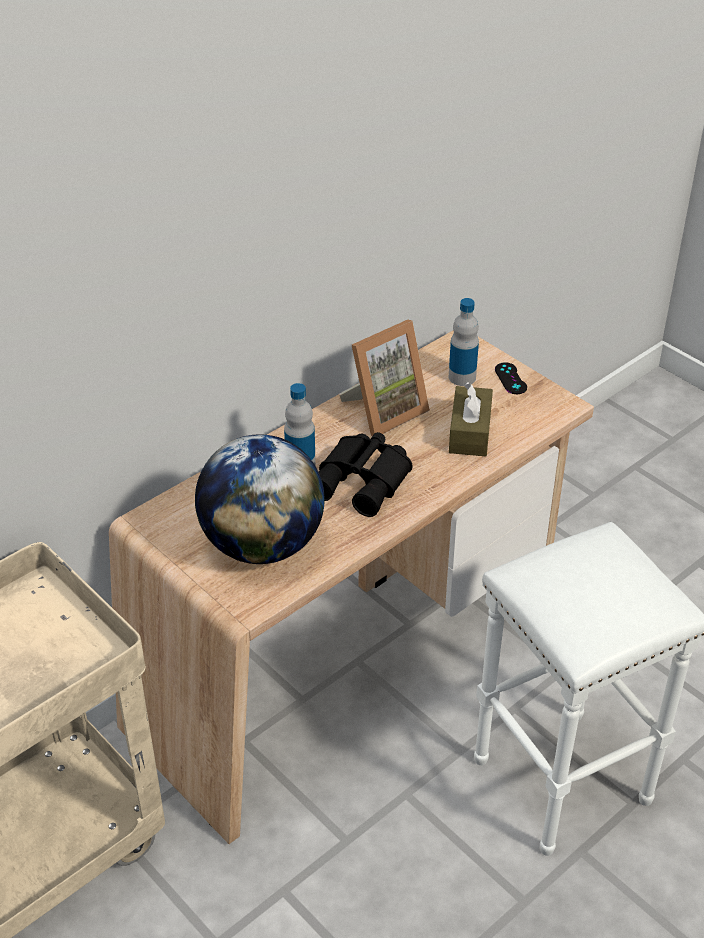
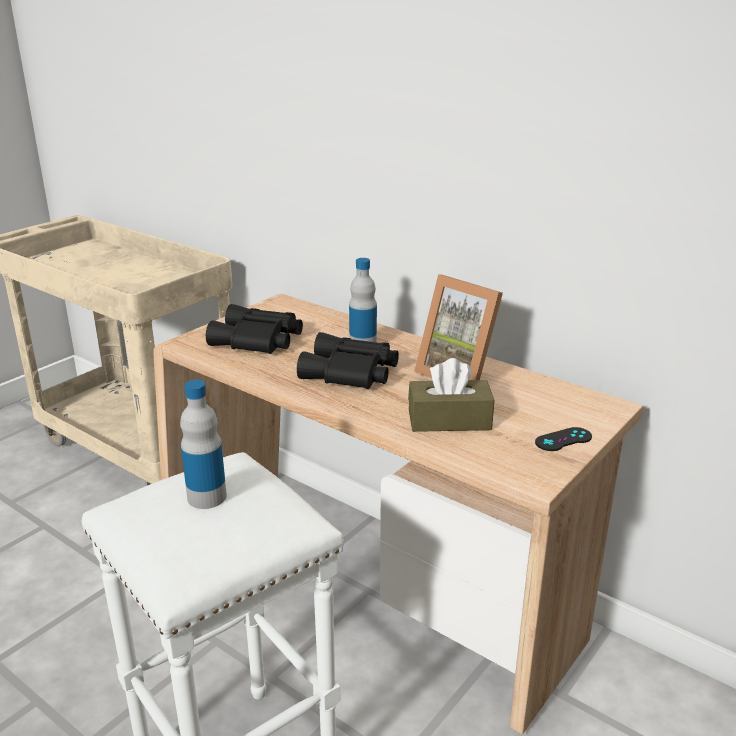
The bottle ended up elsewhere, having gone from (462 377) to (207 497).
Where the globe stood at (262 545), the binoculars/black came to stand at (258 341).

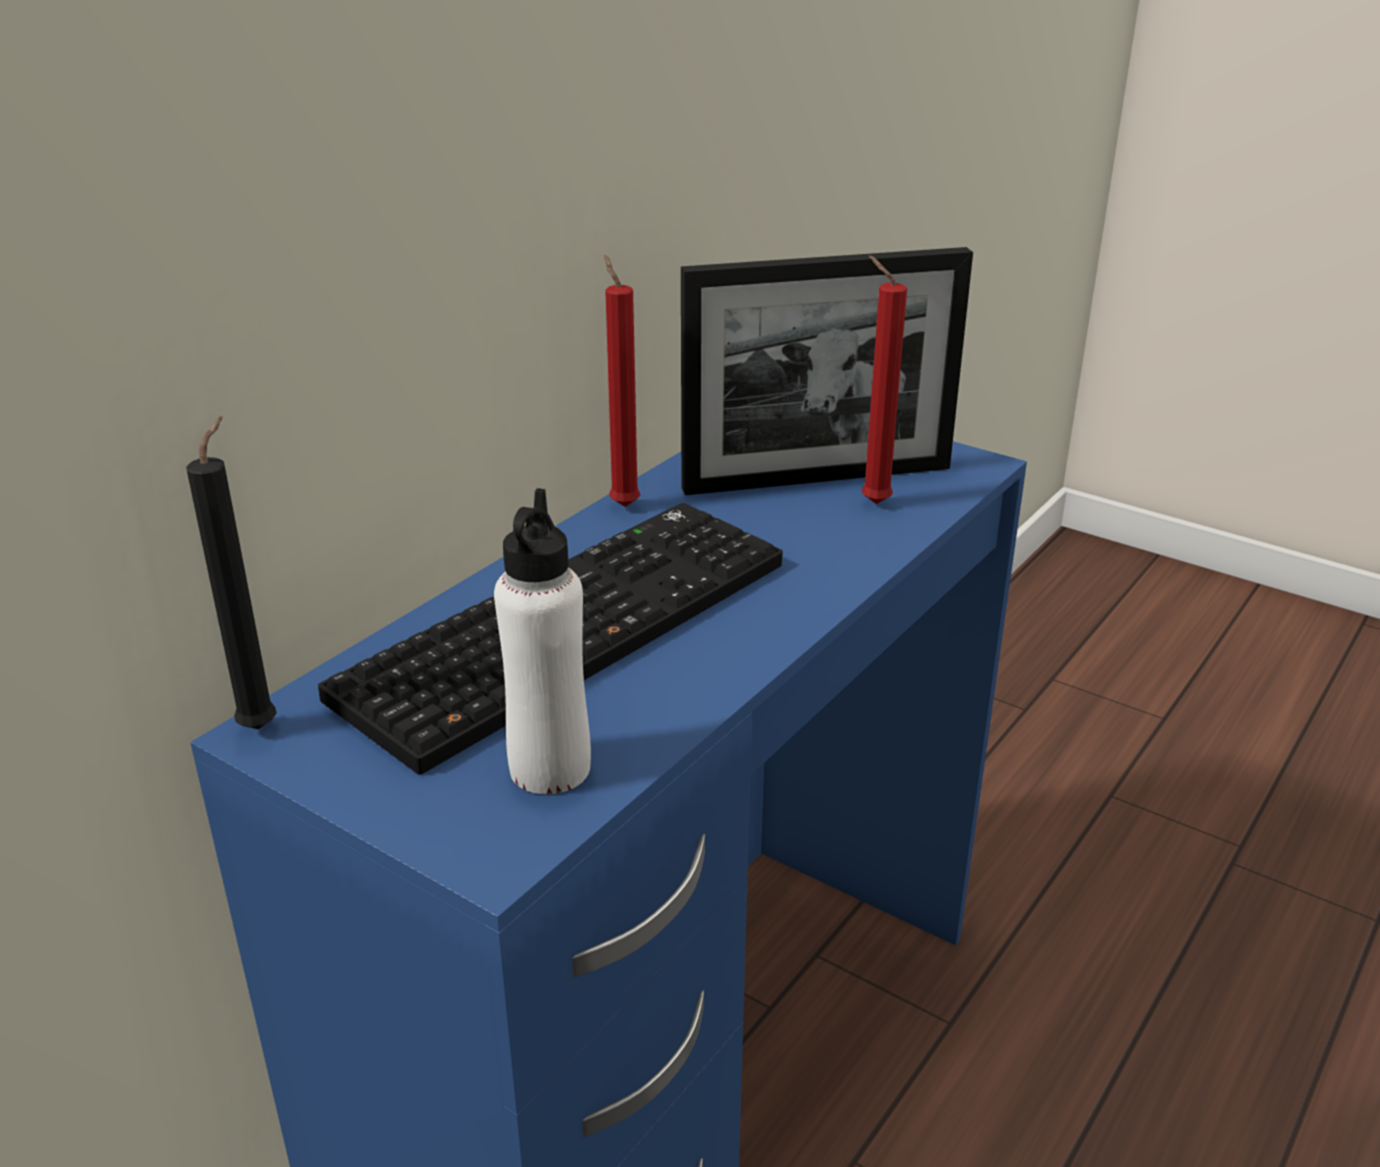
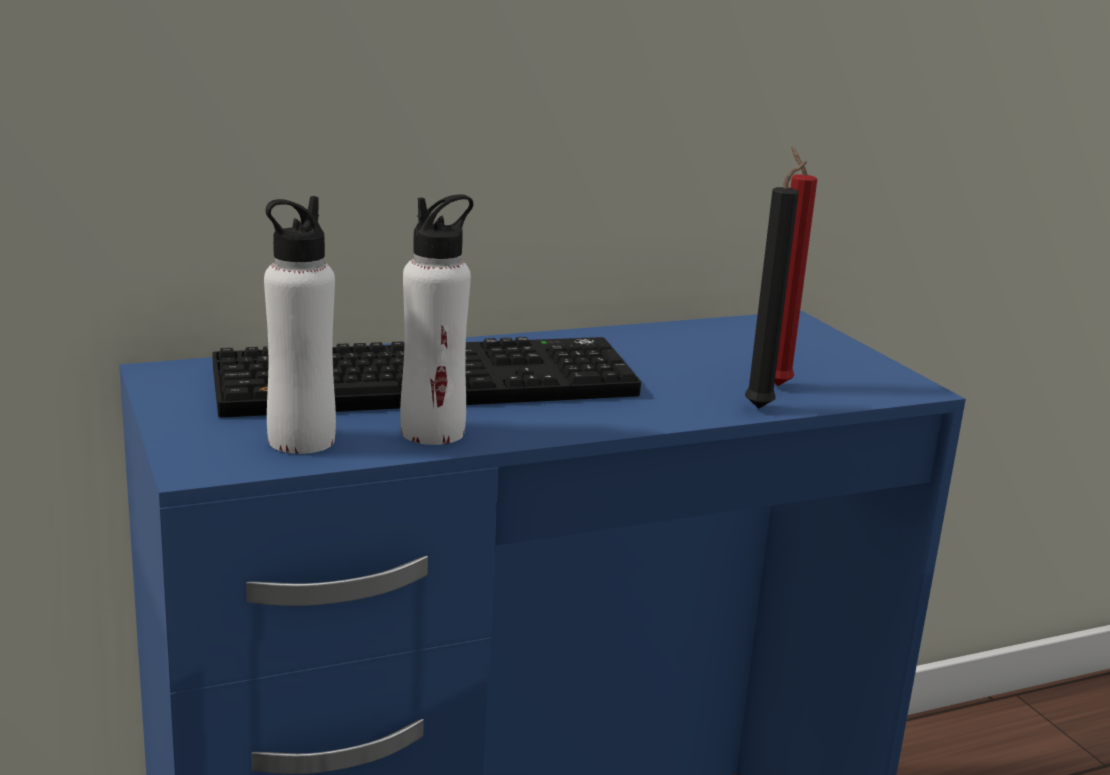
The second view gained the bottle/white at (433 432).
The candle/black ended up elsewhere, having gone from (263 725) to (762 407).
The second view lost the candle/red at (622 504).
The second view lost the picture frame at (817 478).

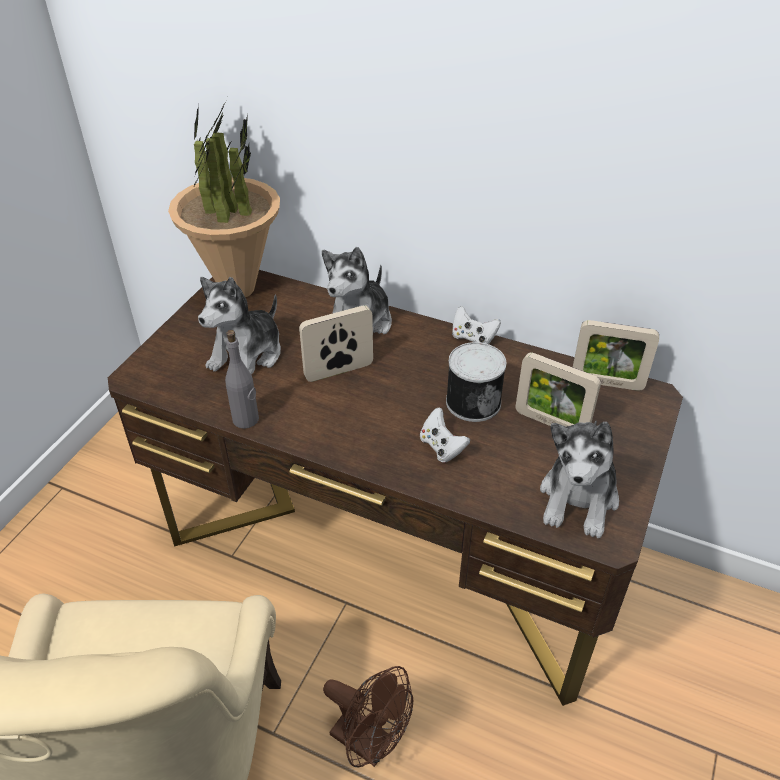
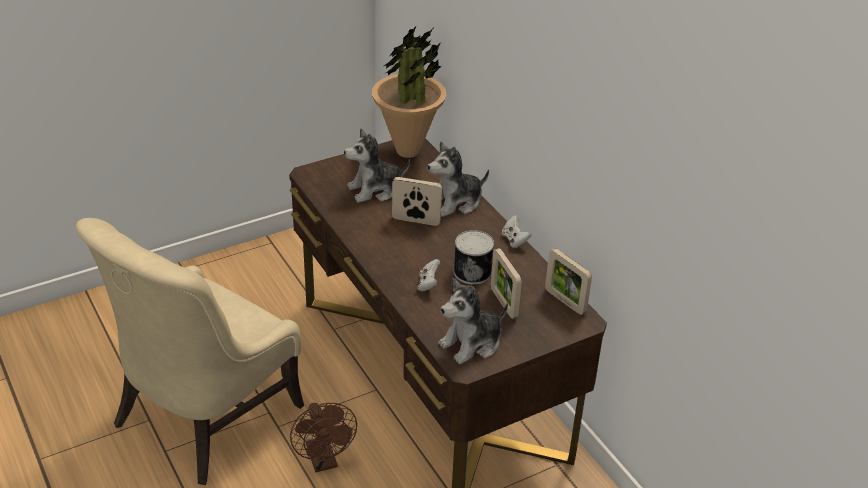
The second view lost the bottle/grey at (246 419).

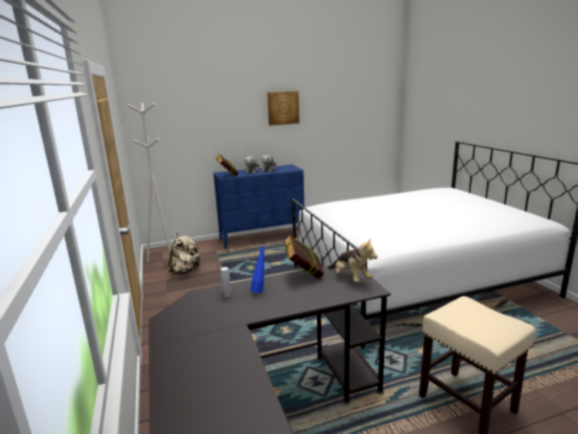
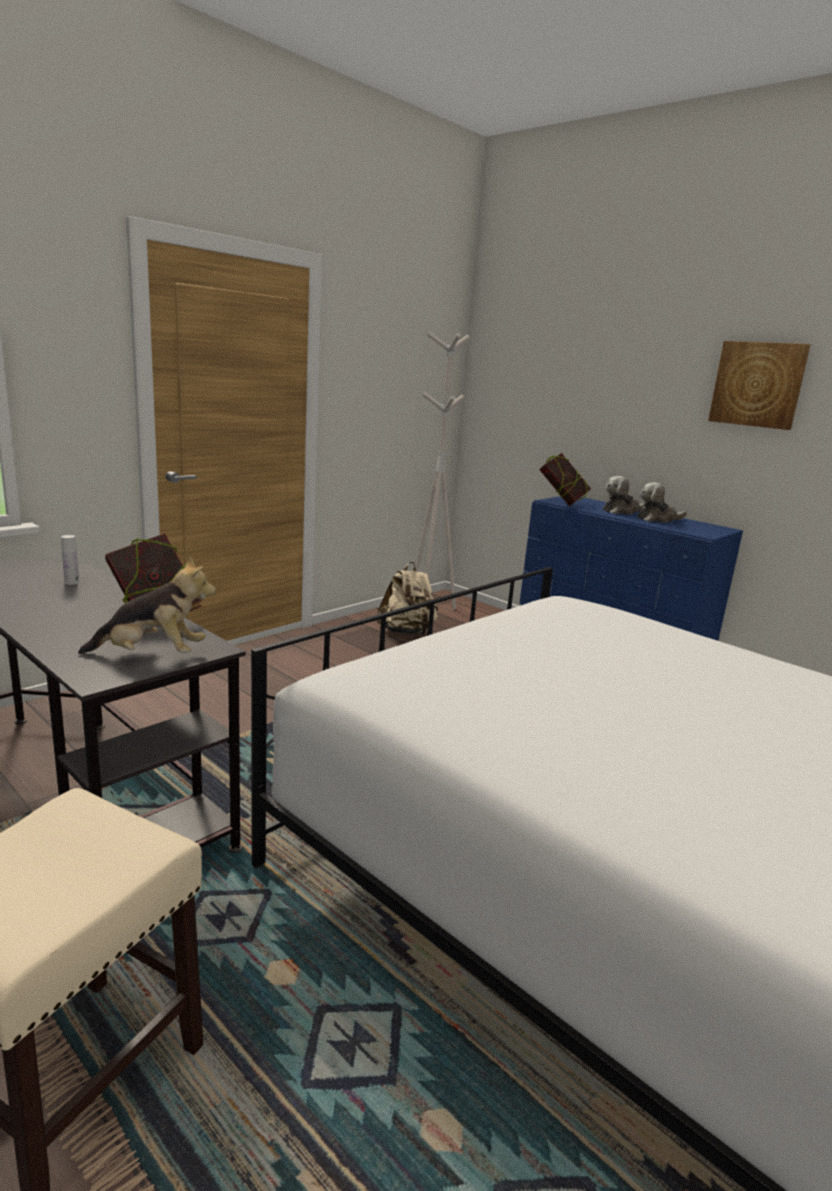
The plush toy at (350 278) ended up facing another way, 120 degrees counterclockwise from before.
The second view lost the bottle/blue at (260 290).

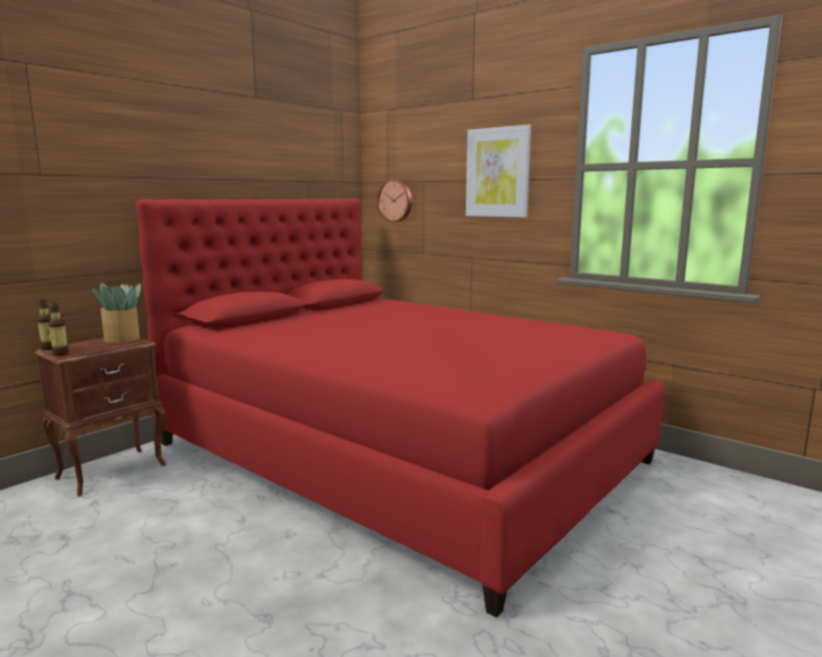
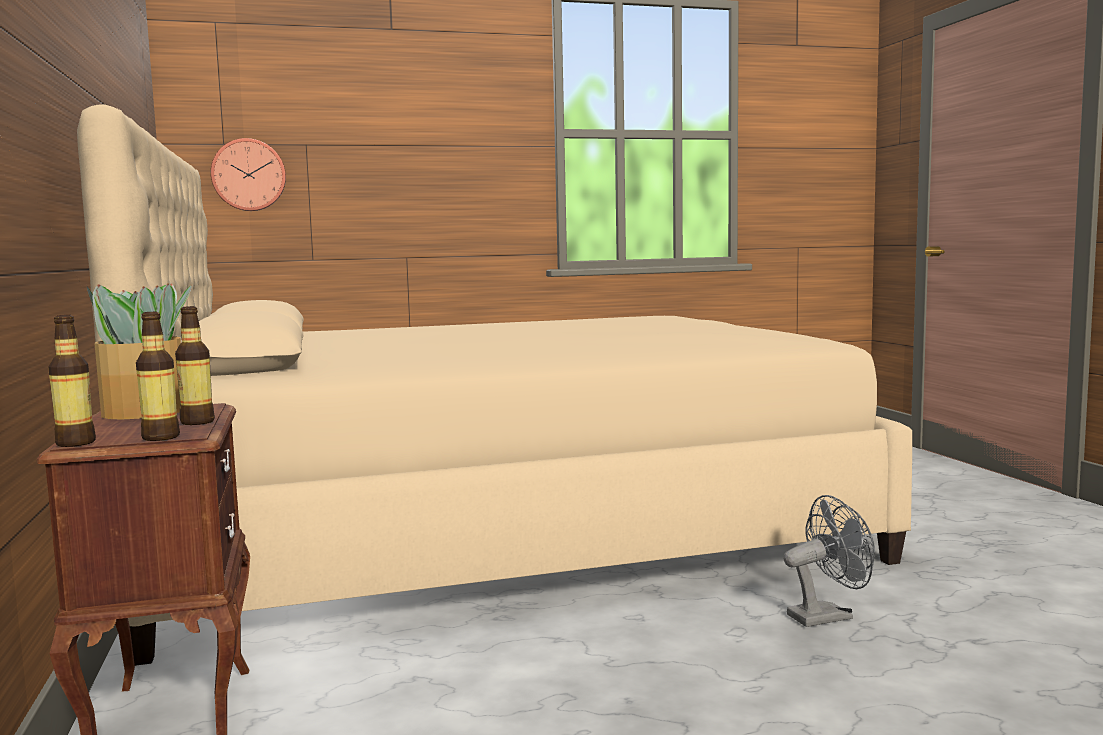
What was the bed/red at (397 452) turned into the bed/beige at (500 528).
The second view gained the bottle at (197 422).
The second view gained the fan/grey at (827 616).
The second view lost the picture at (497 172).

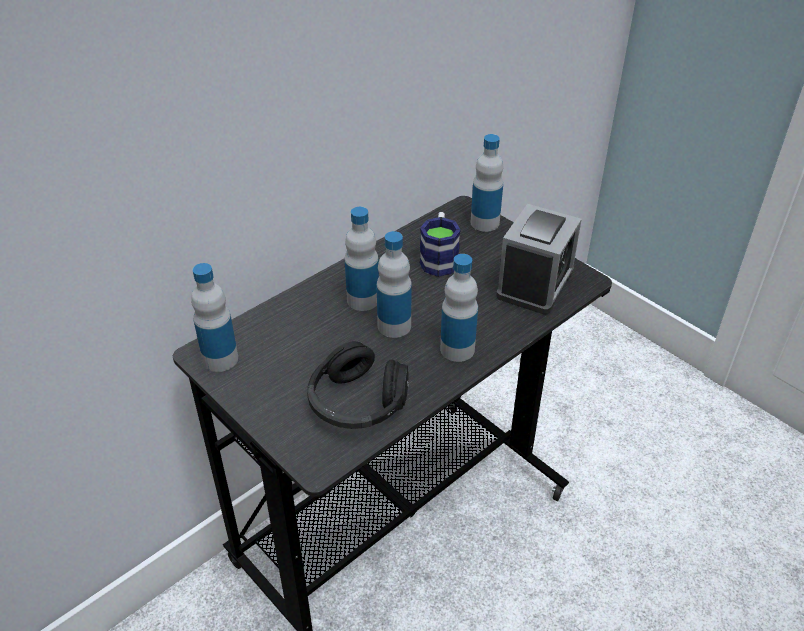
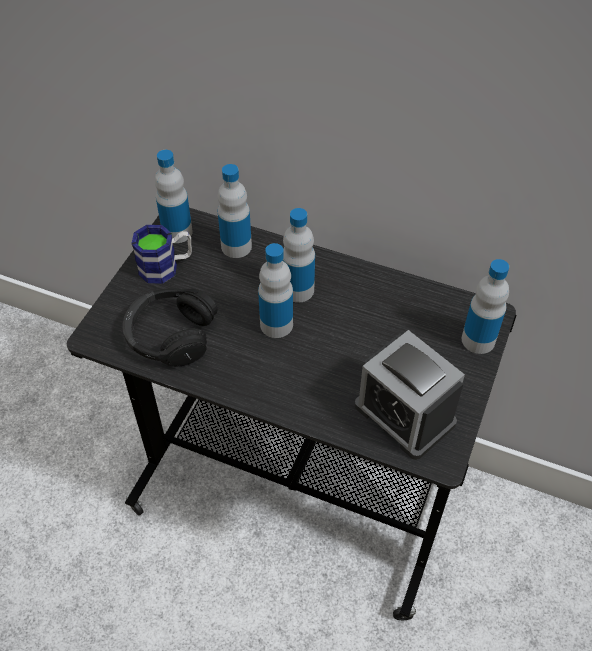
The mug ended up elsewhere, having gone from (439 258) to (166 267).
The bottle ended up elsewhere, having gone from (457 349) to (236 246).
The alarm clock at (535 284) ended up facing another way, 45 degrees clockwise from before.

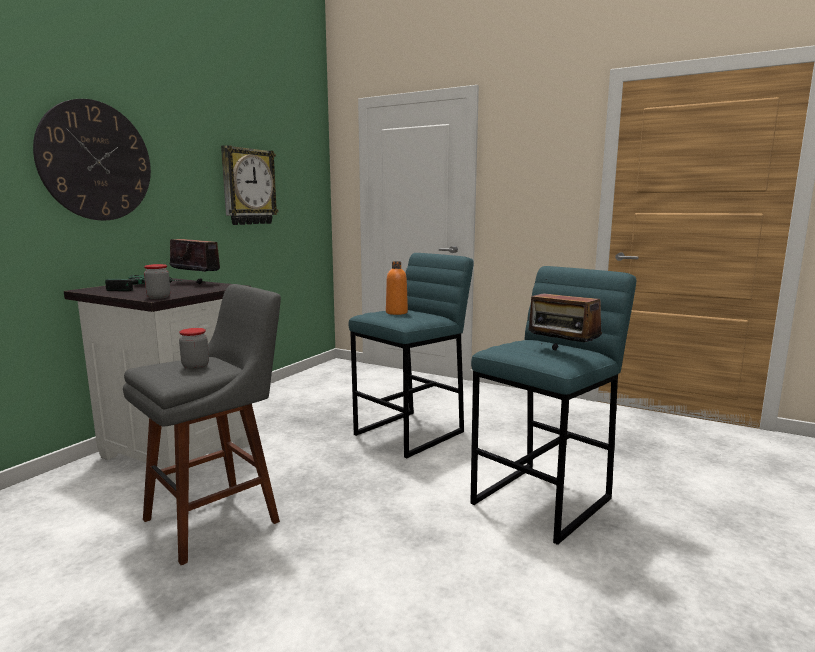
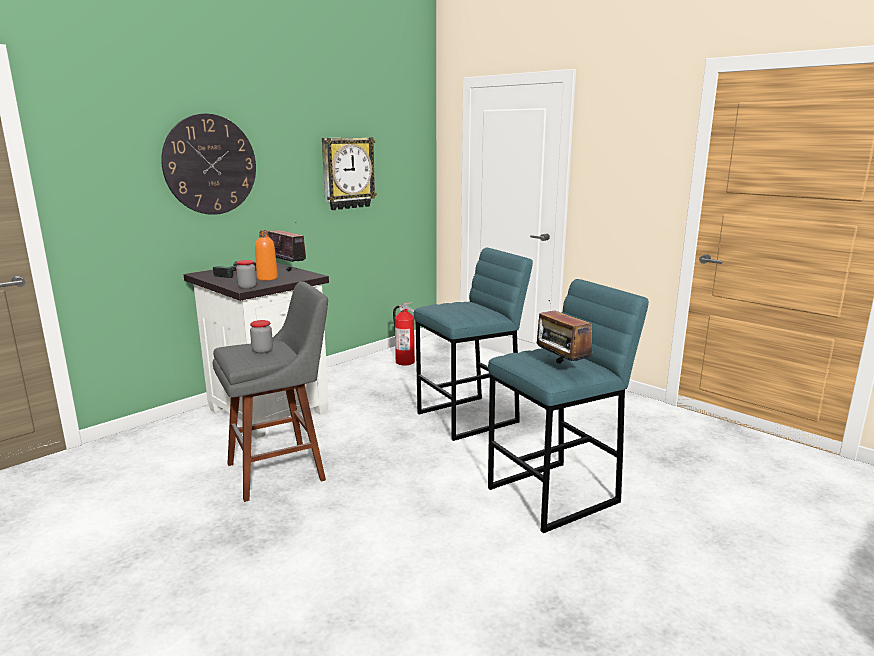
The bottle/orange ended up elsewhere, having gone from (396 312) to (267 278).
The second view gained the fire extinguisher at (405 362).

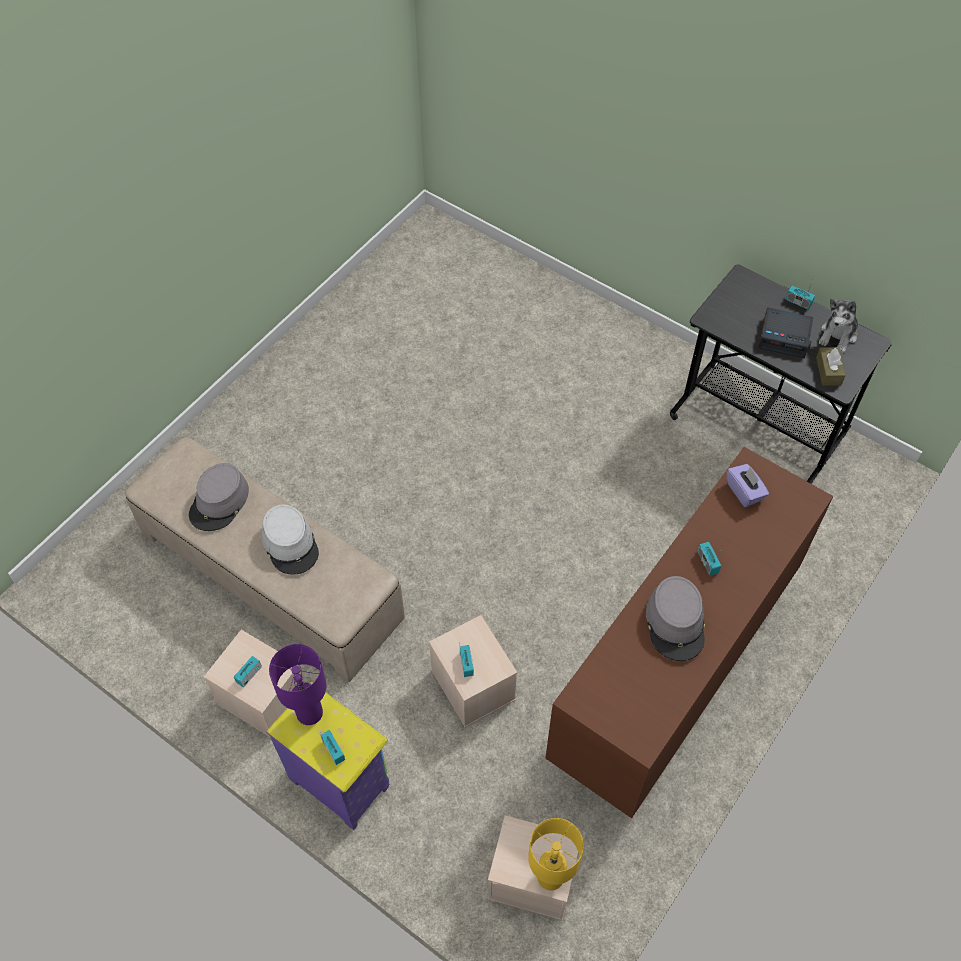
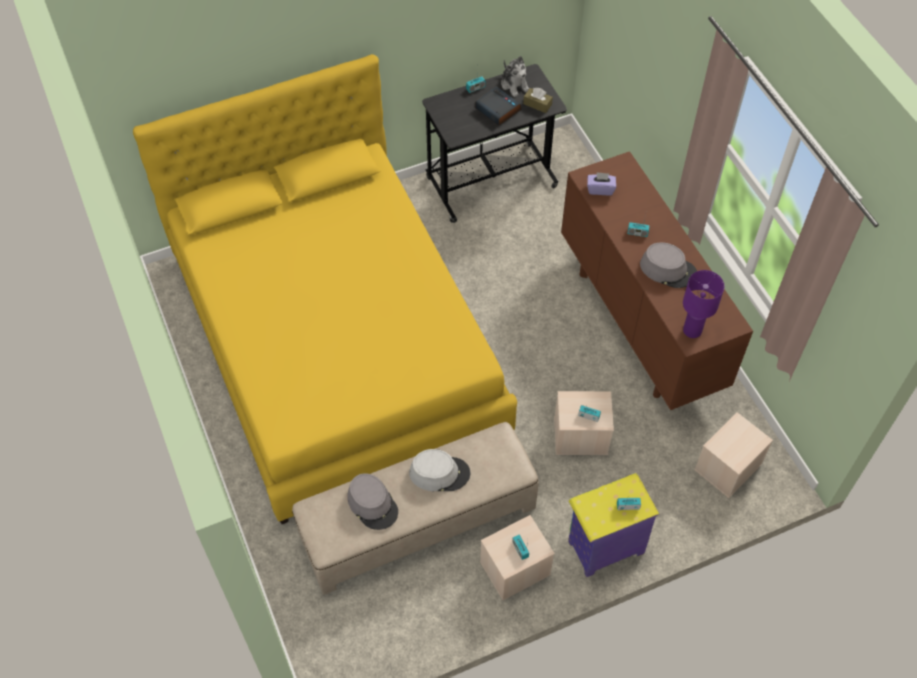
The second view gained the bed/yellow at (336 341).
The alarm clock at (784 337) ended up facing another way, 90 degrees counterclockwise from before.
The table lamp/purple ended up elsewhere, having gone from (309 712) to (691 330).
The second view lost the table lamp/yellow at (550 876).

